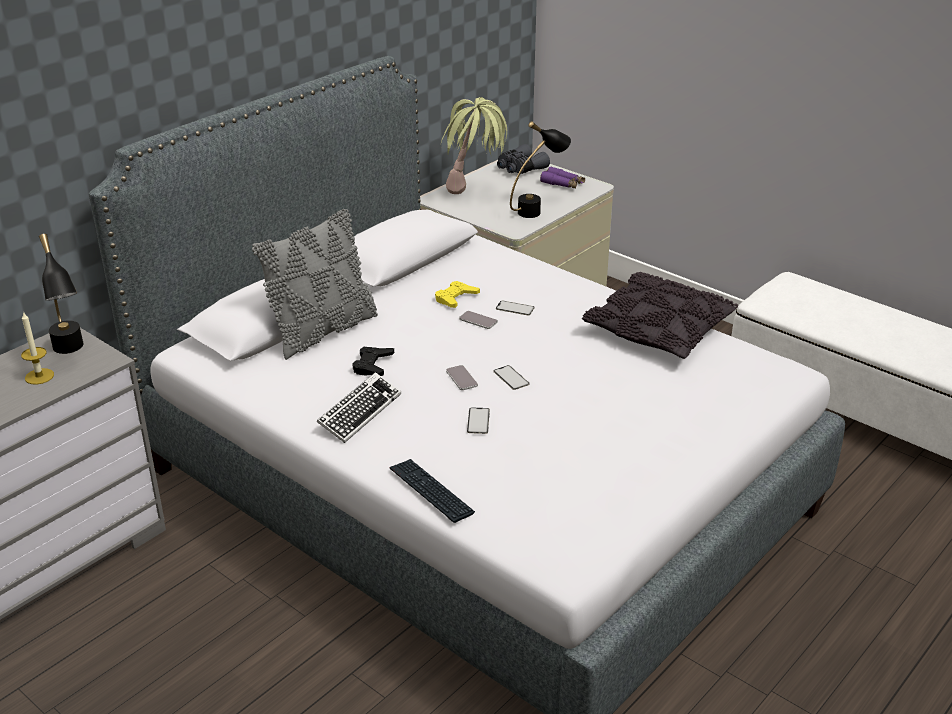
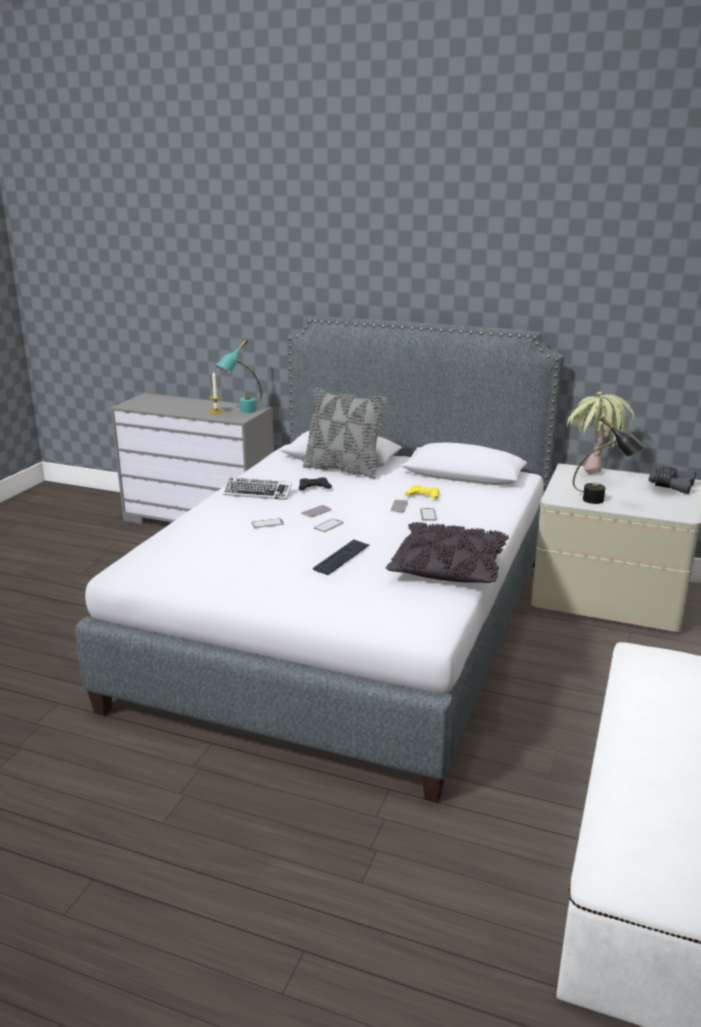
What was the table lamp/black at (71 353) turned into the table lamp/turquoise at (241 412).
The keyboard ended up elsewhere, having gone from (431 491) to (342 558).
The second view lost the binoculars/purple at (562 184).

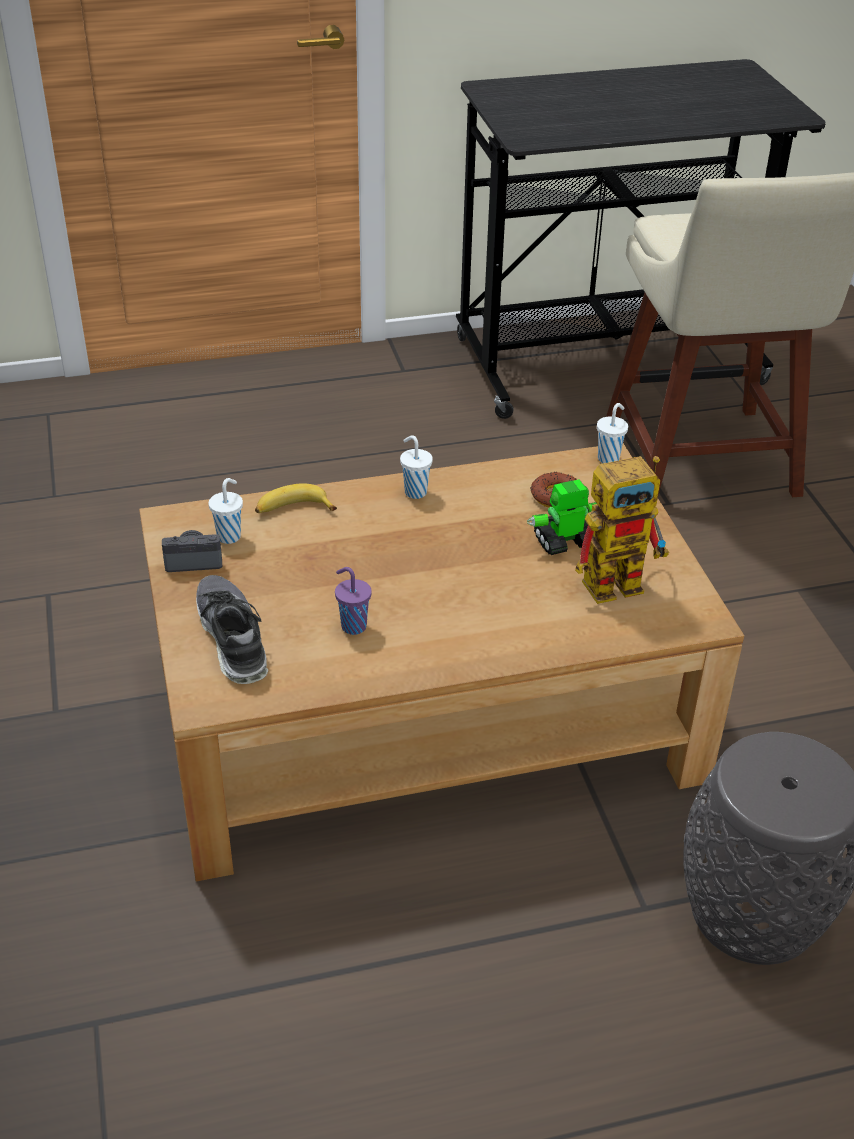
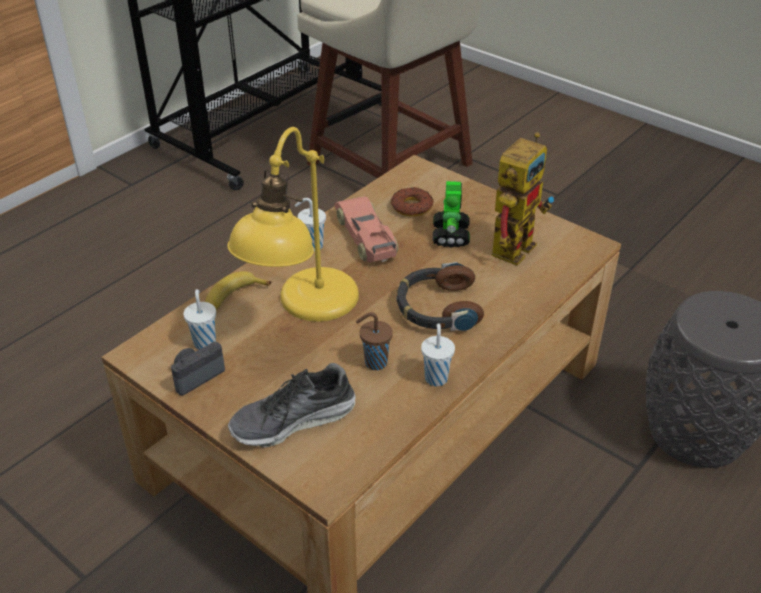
The second view gained the table lamp/yellow at (303 317).
The shoe at (231 639) ended up facing another way, 60 degrees counterclockwise from before.
The second view gained the toy car at (366 236).
What was the cup/purple at (352 626) turned into the cup/brown at (374 363).
The second view gained the headphones at (437 307).
The cup/white ended up elsewhere, having gone from (609 458) to (436 377).
The toy robot at (564 542) ended up facing another way, 150 degrees clockwise from before.

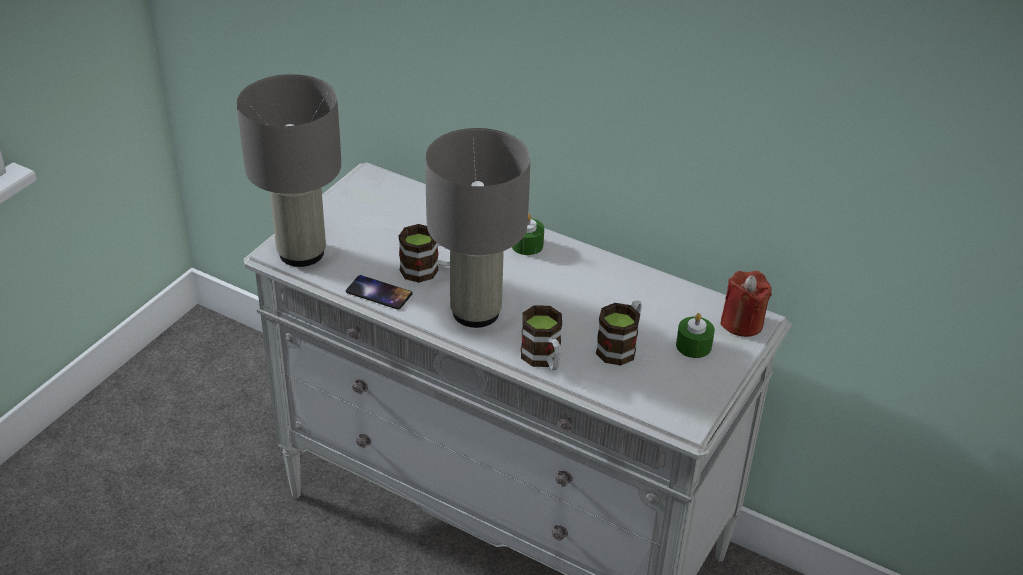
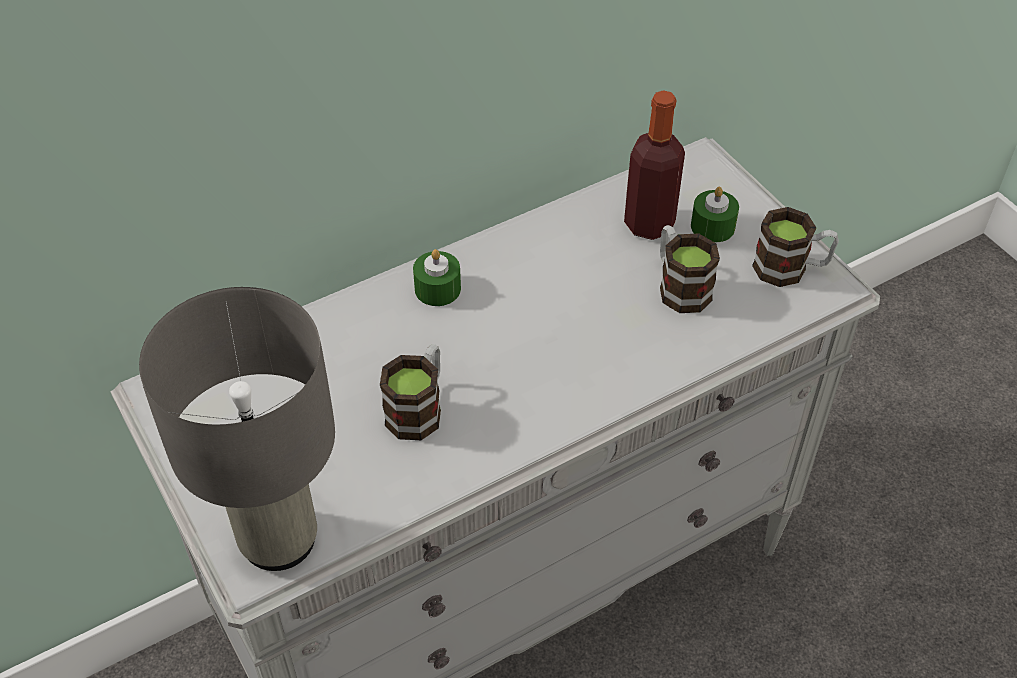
The second view gained the bottle at (649 224).
The mug ended up elsewhere, having gone from (544 359) to (791 268).
The second view lost the phone at (379 293).
The second view lost the table lamp/grey at (477 312).
The second view lost the candle/red at (742 323).

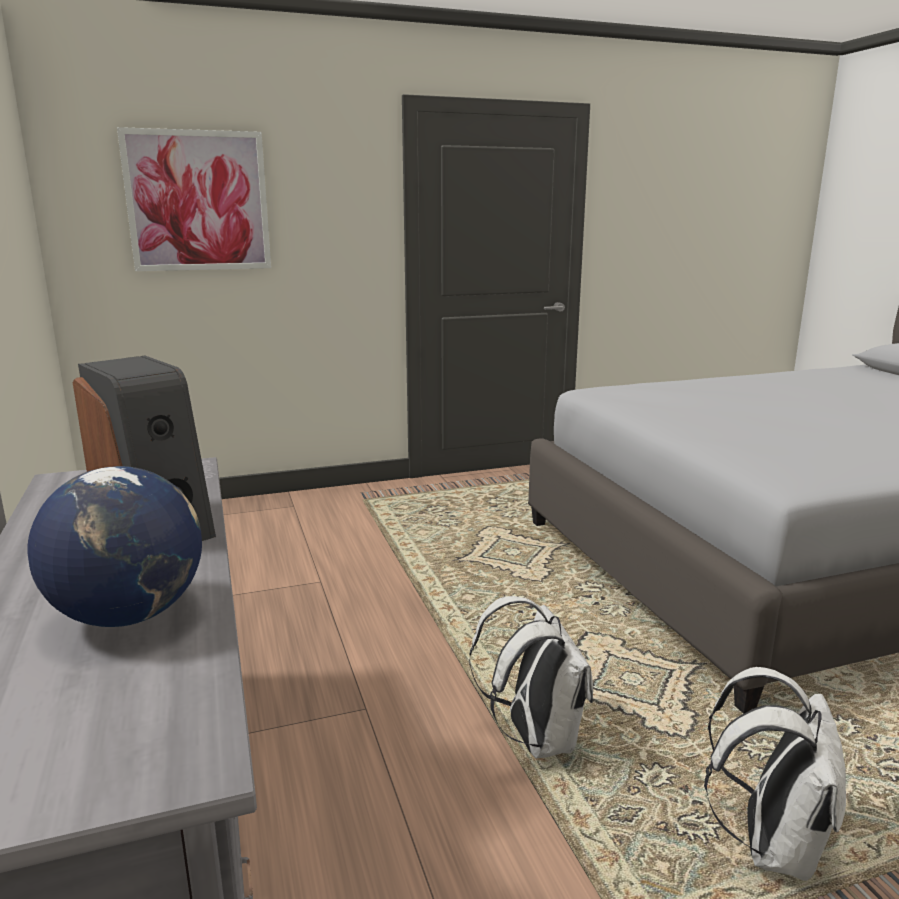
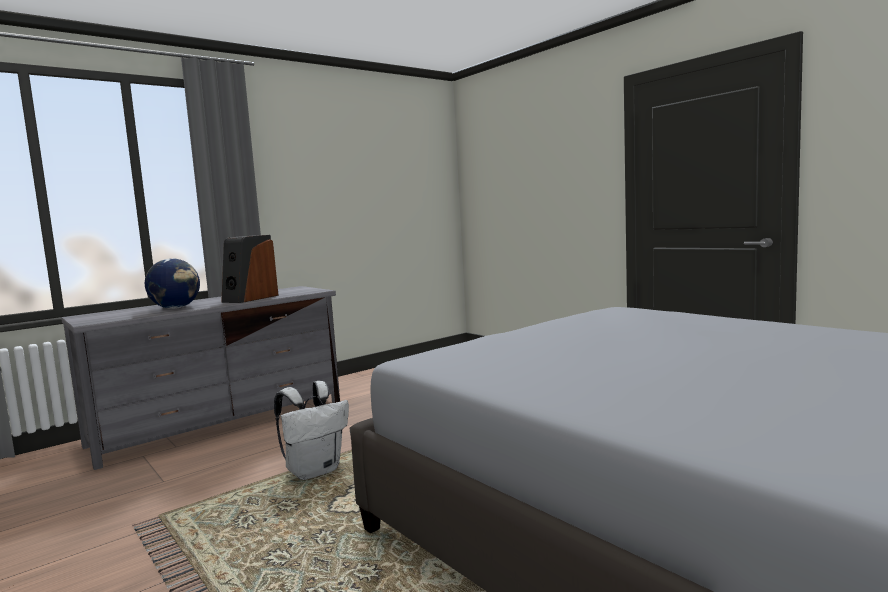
The second view lost the picture at (198 201).
The second view lost the backpack/white at (771 843).

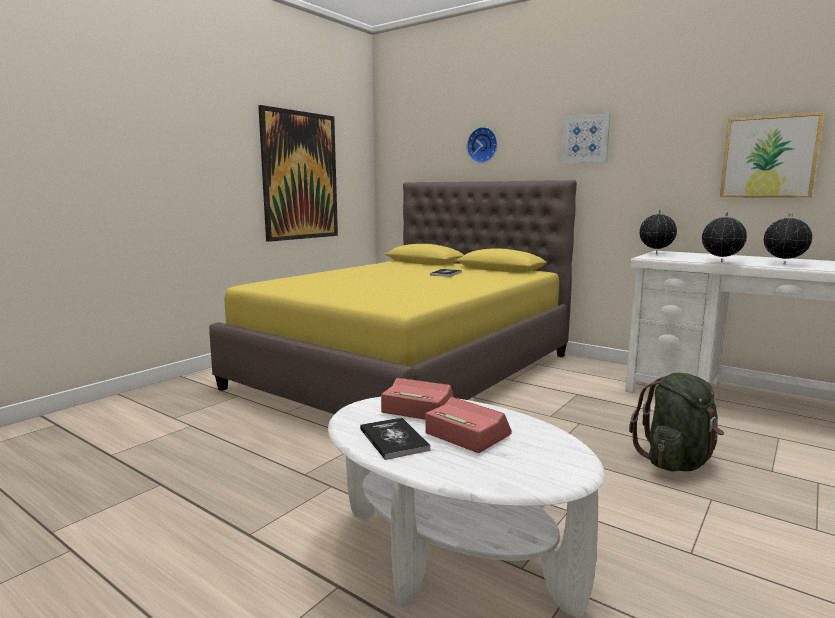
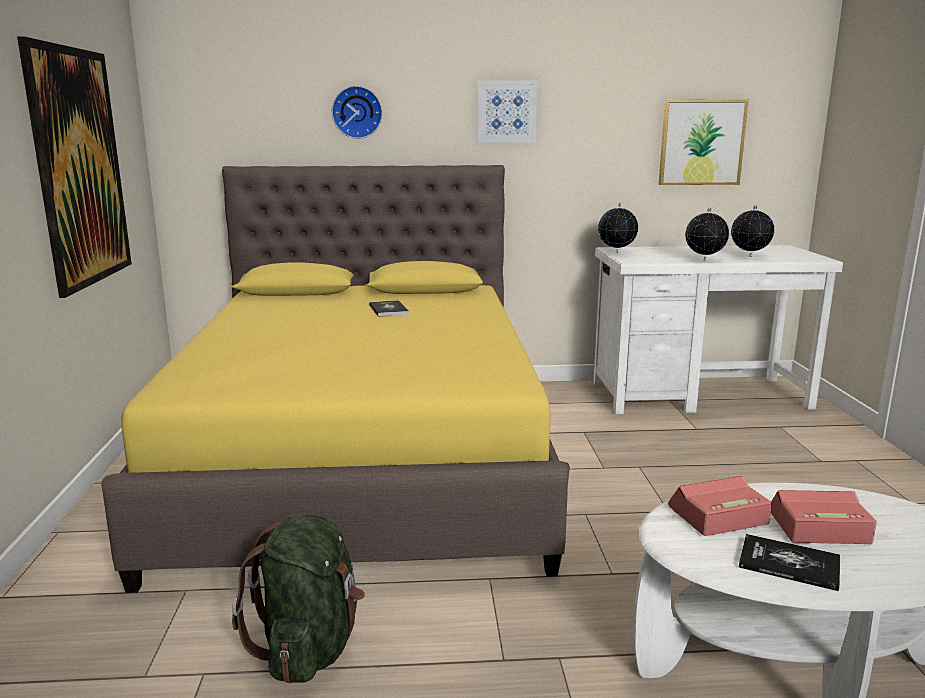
The backpack/green ended up elsewhere, having gone from (676 462) to (309 647).

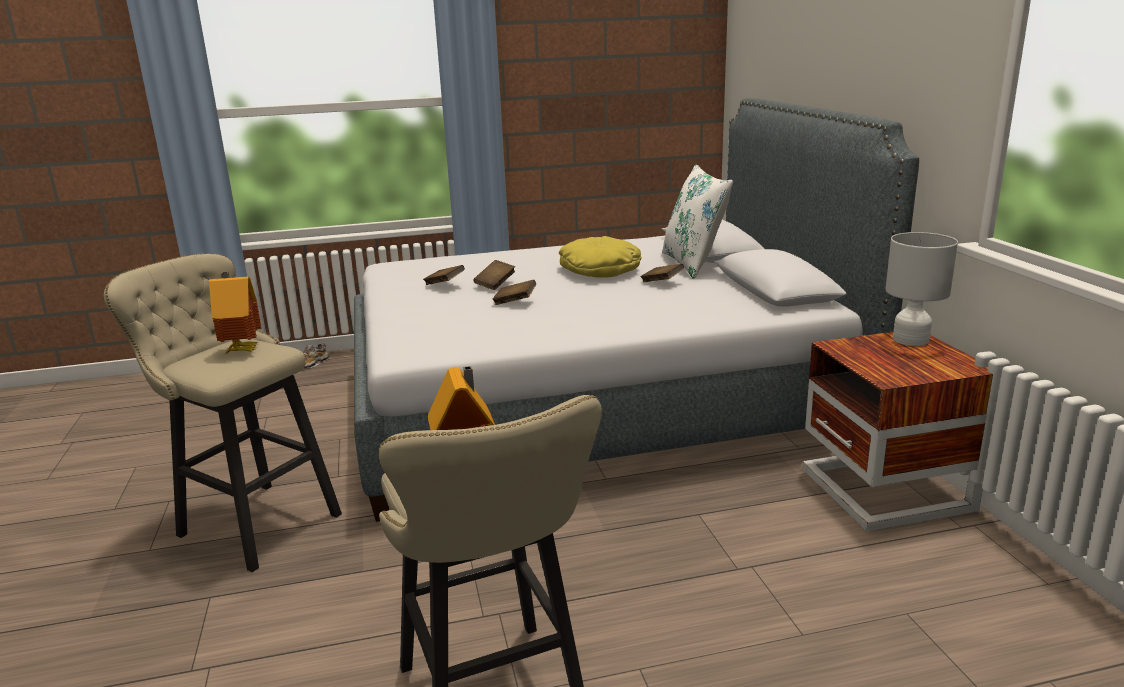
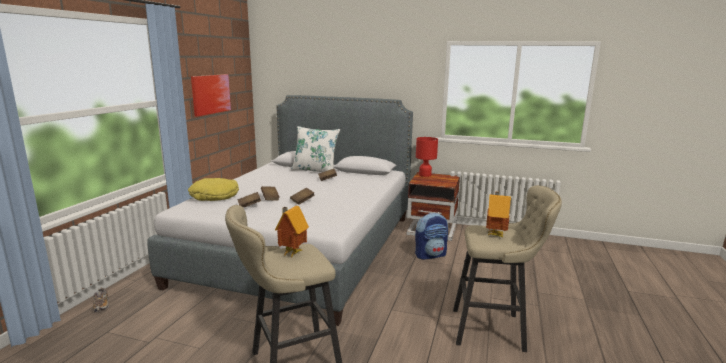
The pillow/yellow ended up elsewhere, having gone from (601 270) to (215 196).
The second view gained the picture at (211 94).
The second view gained the backpack at (430 255).
What was the table lamp/grey at (911 340) turned into the table lamp/red at (425 175).

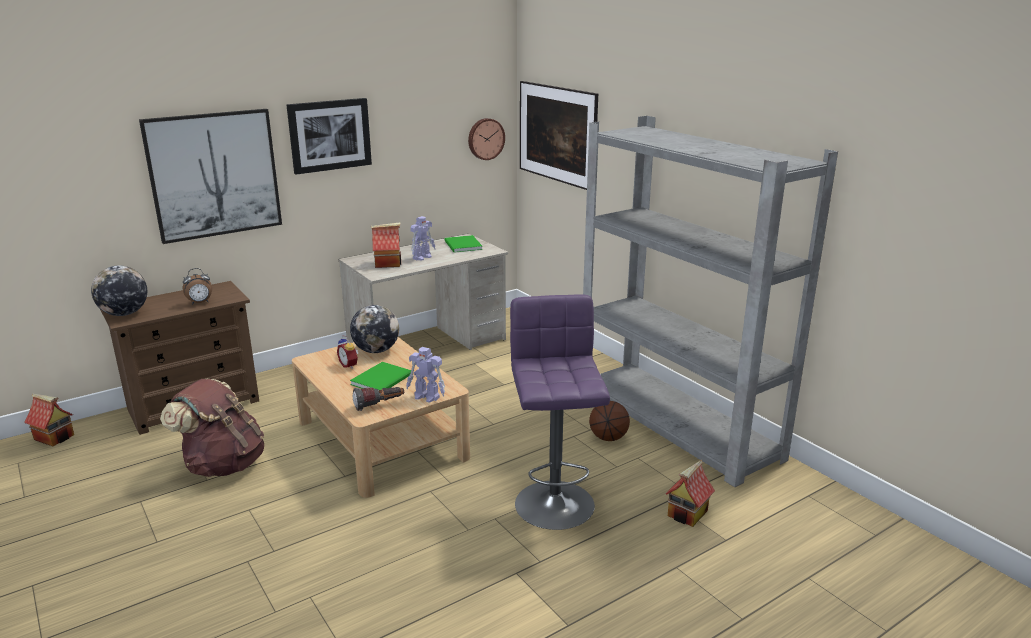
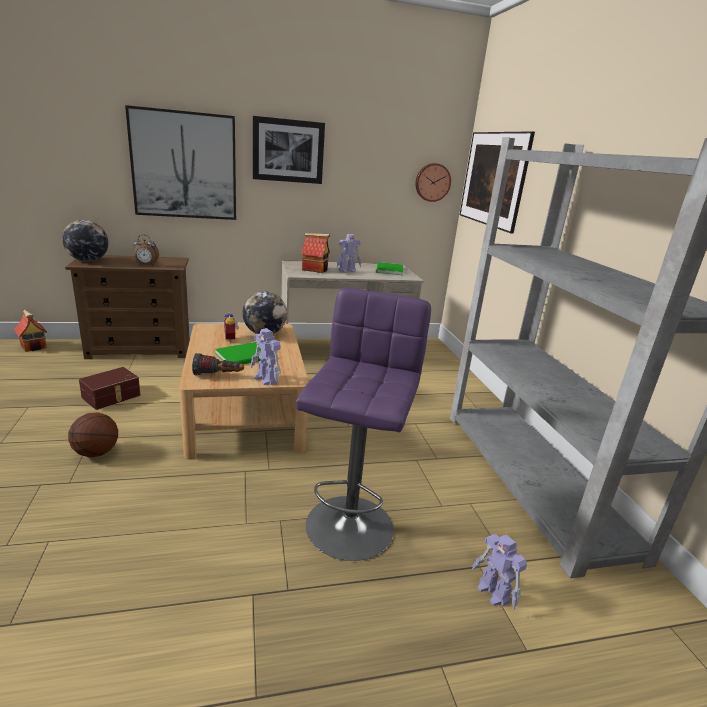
The basketball ended up elsewhere, having gone from (608 437) to (97 452).
Where the backpack/brown stood at (223 465), the storage box/brown came to stand at (112 397).
Where the toy house stood at (688 514), the toy robot came to stand at (494 593).

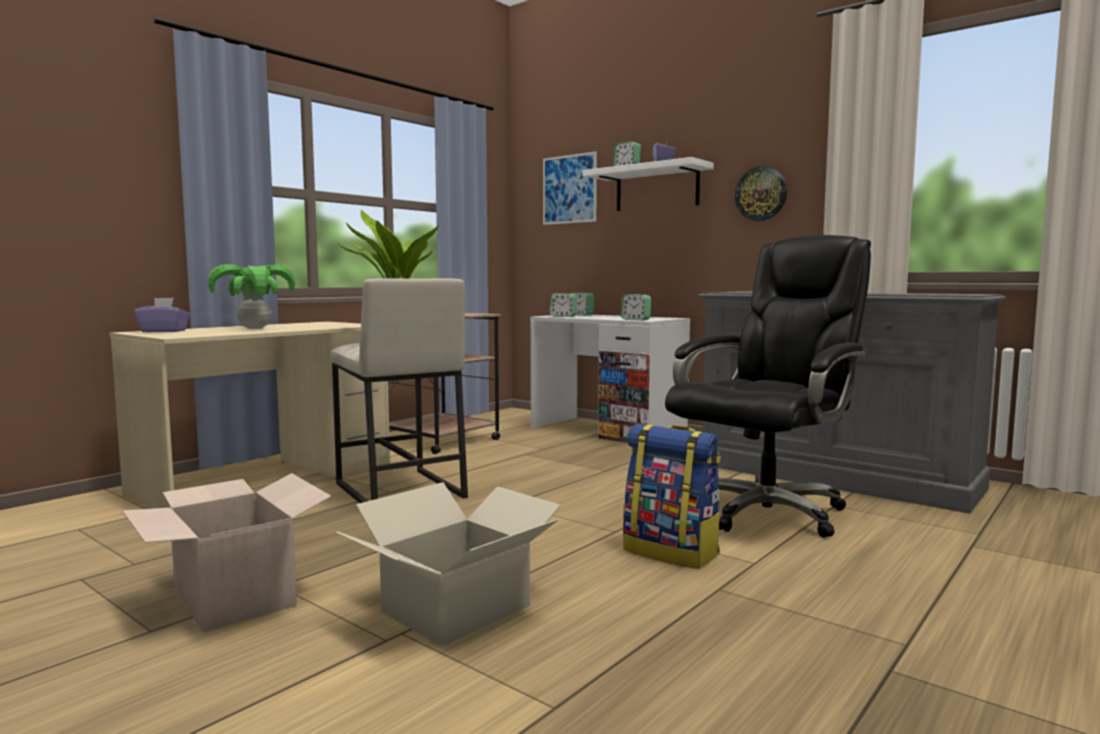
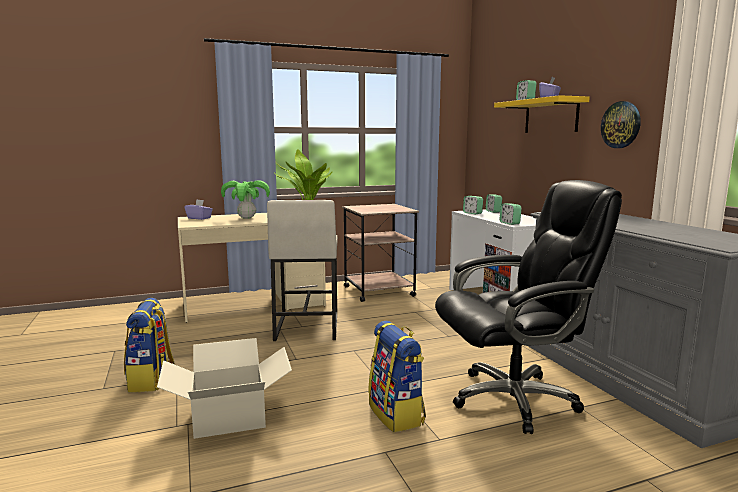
Where the cardboard box stood at (236 599), the backpack came to stand at (152 380).
What was the shelf/white at (657 188) turned into the shelf/yellow at (551 116).
The second view lost the picture at (569 189).

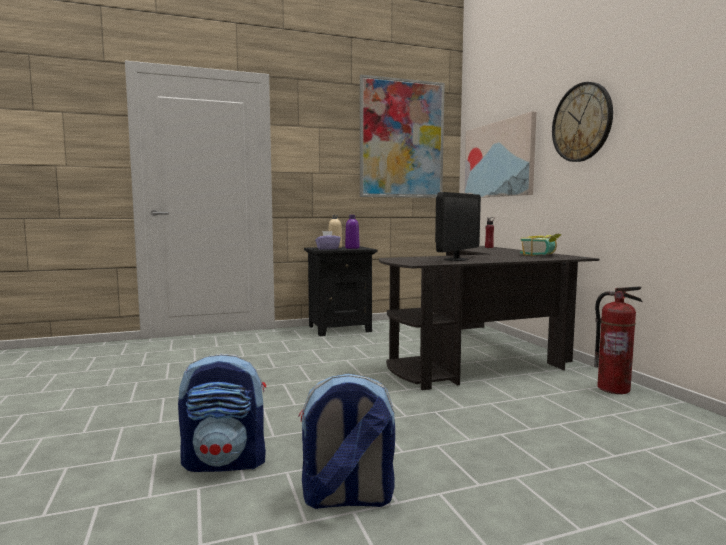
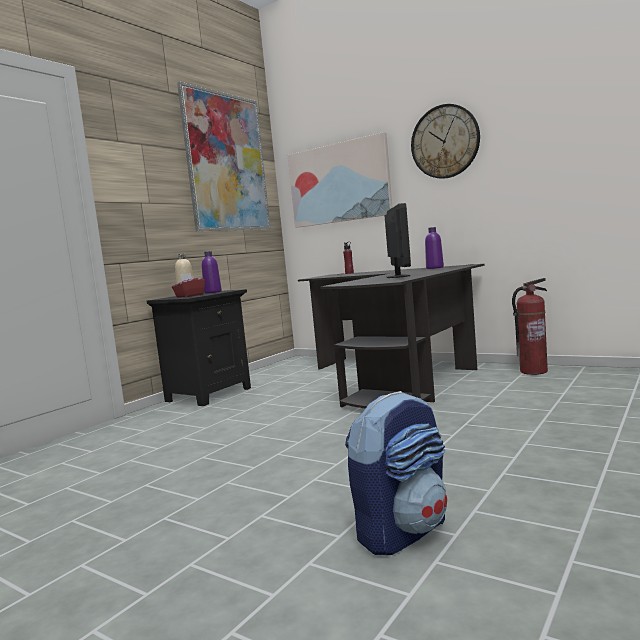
What was the tissue box/purple at (327 249) turned into the tissue box/red at (189 296).
Where the book stood at (542 255), the bottle/purple came to stand at (434 268).
The second view lost the backpack at (347 498).

